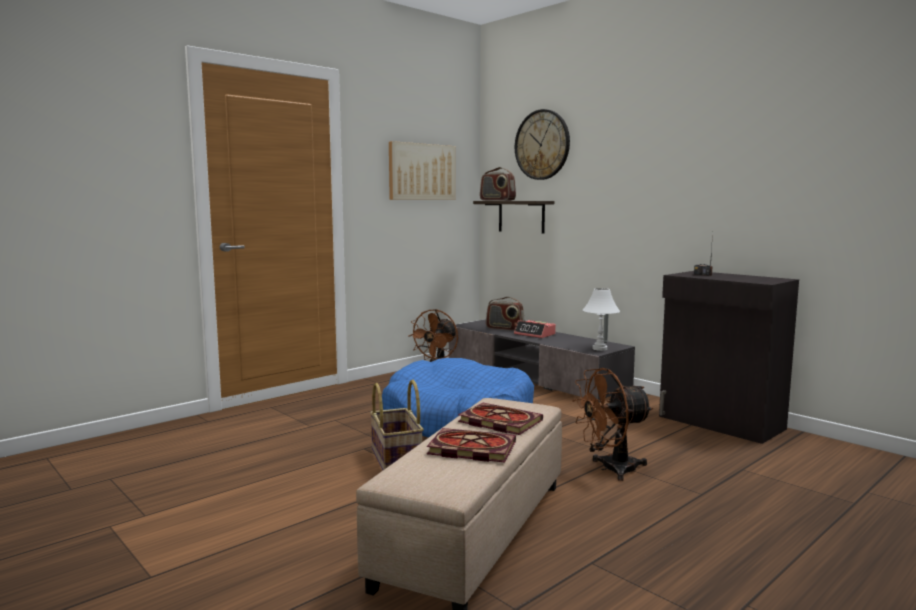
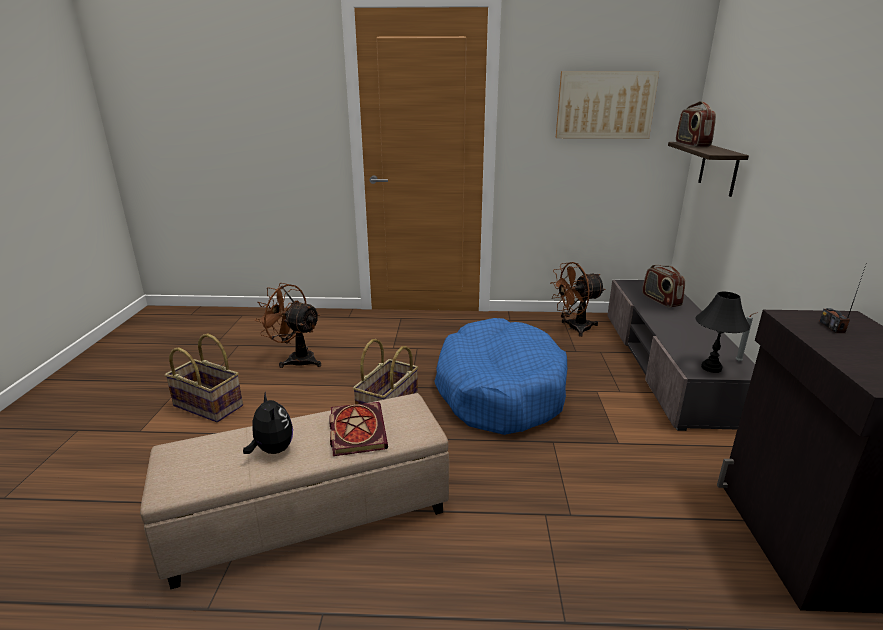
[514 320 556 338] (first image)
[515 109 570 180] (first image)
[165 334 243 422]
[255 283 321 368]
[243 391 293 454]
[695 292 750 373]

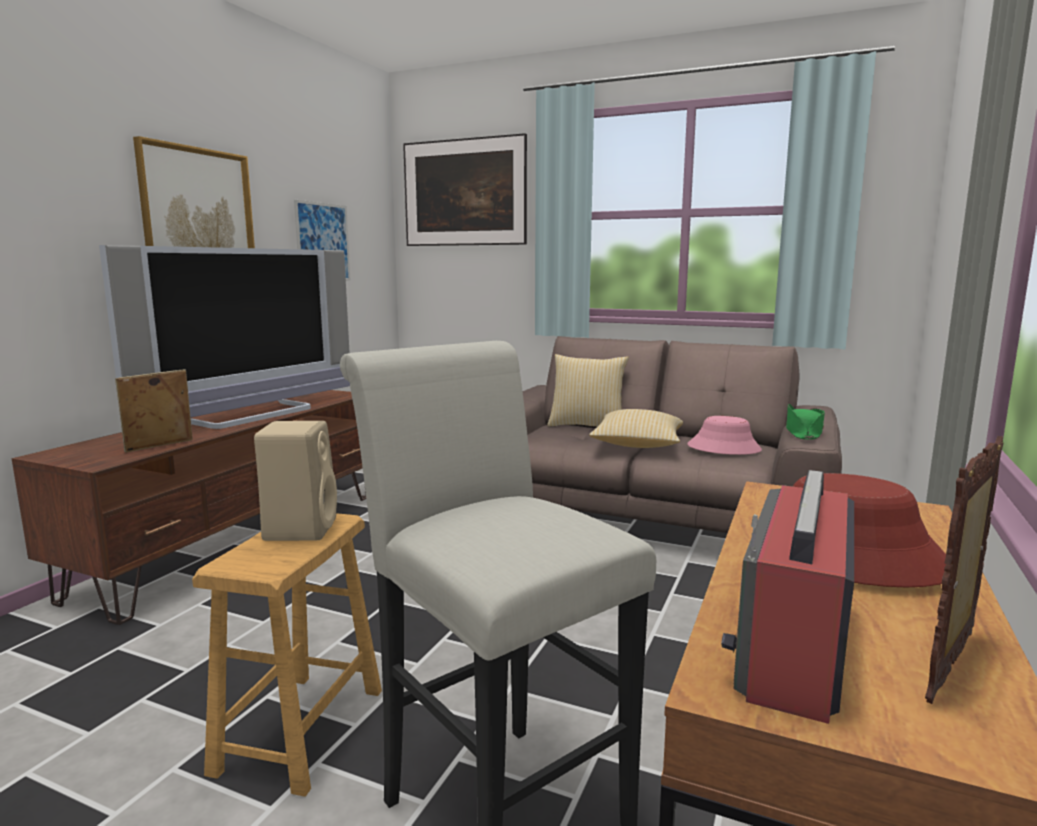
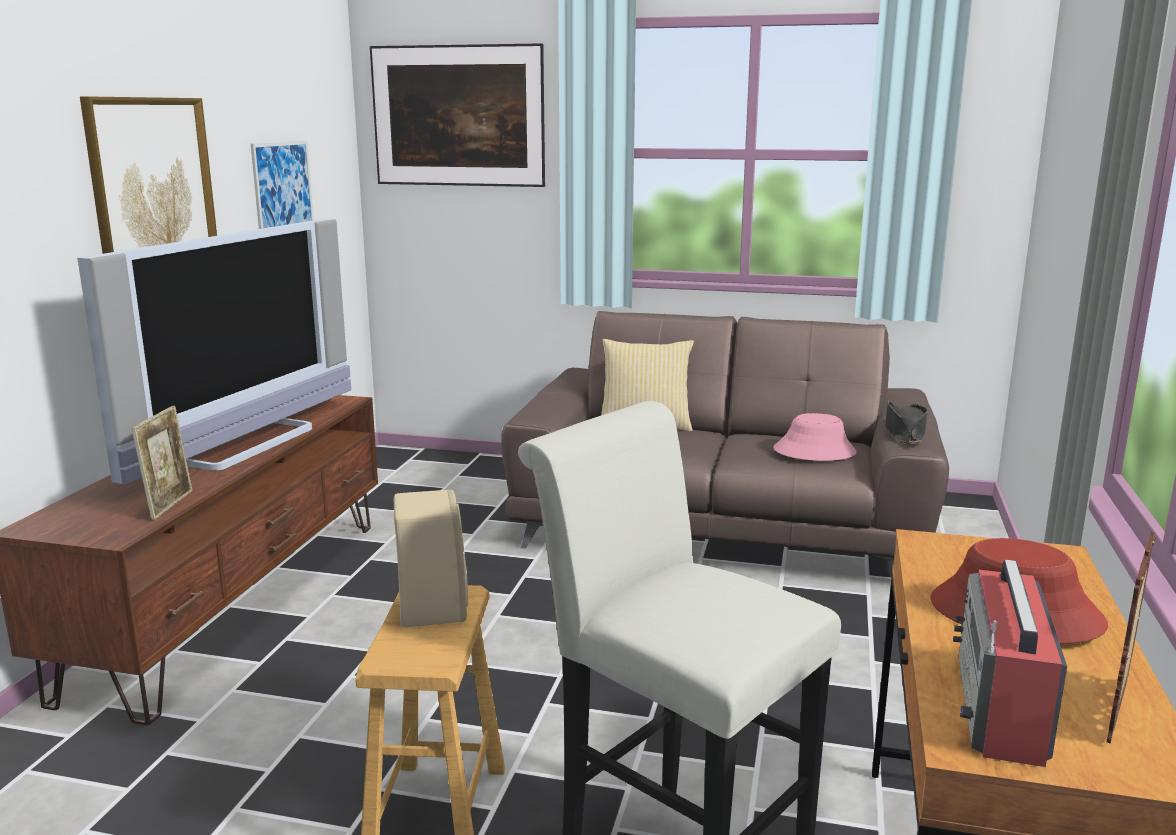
[589 409 683 448] (first image)
[885 401 928 444]
[131 406 193 520]

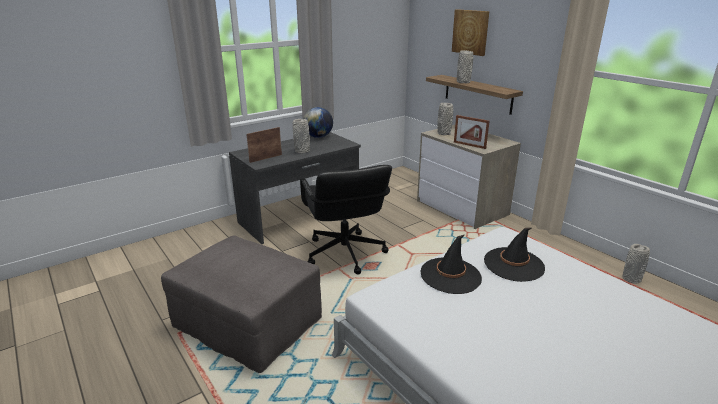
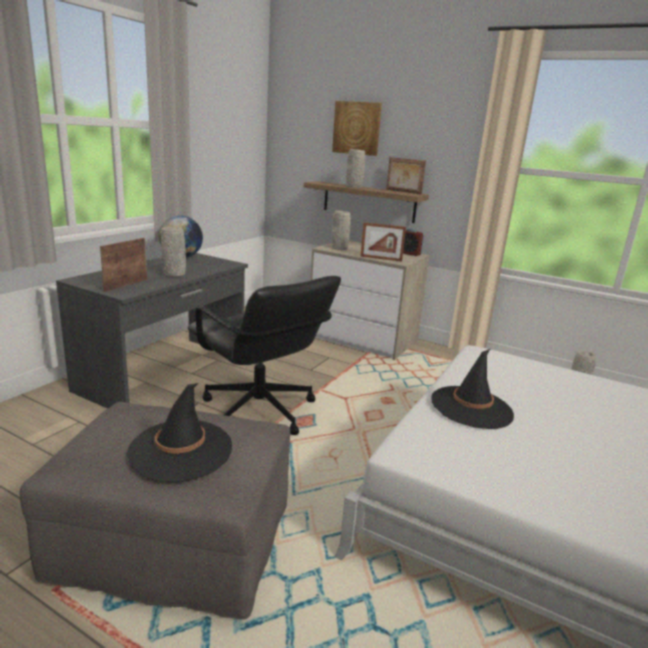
[386 157 426 194]
[403 228 424 256]
[127 383 232 482]

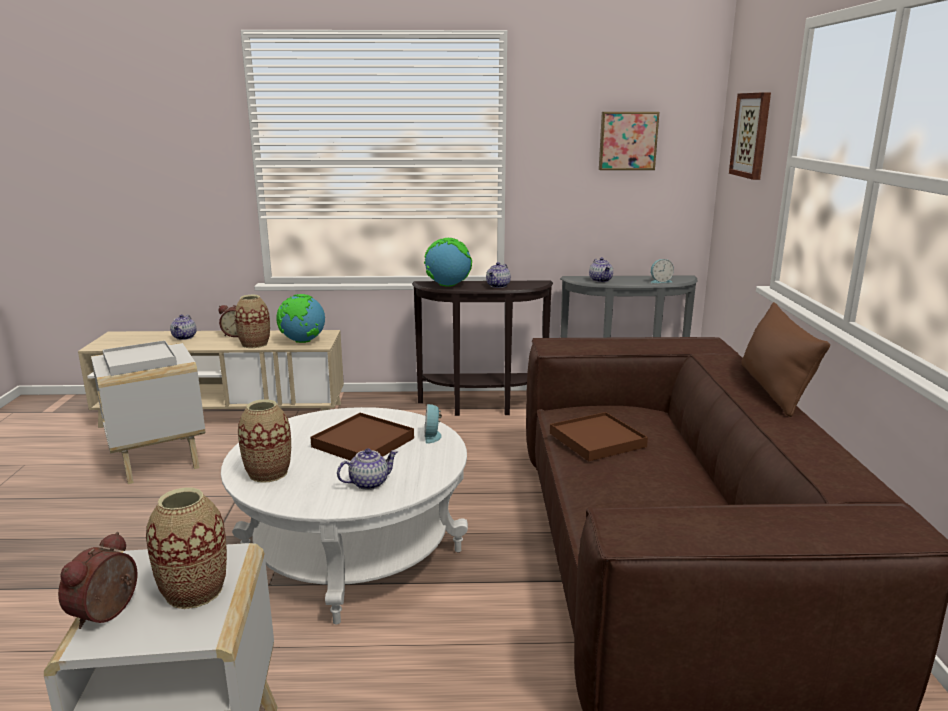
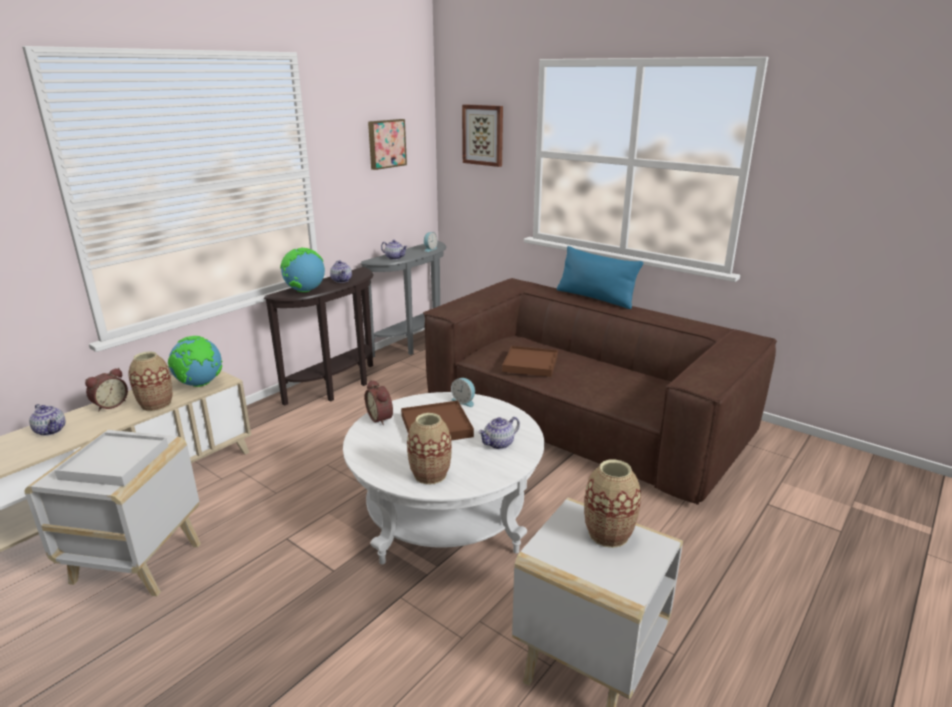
[365 380 393 425]
[557 246 643 309]
[478 417 520 449]

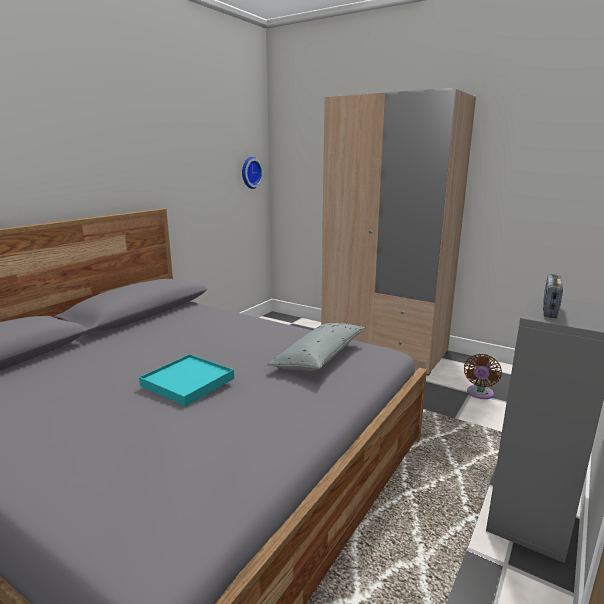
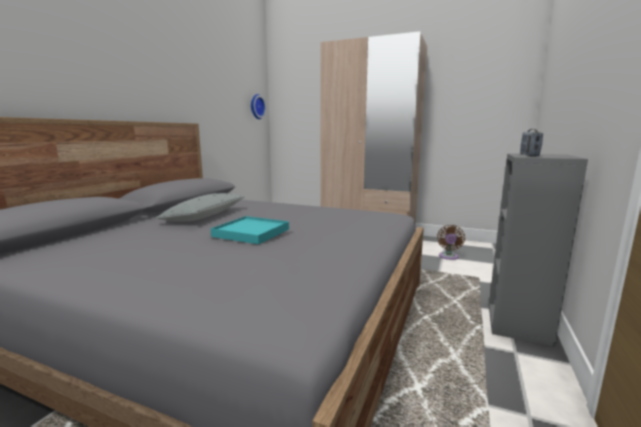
[156 193 245 222]

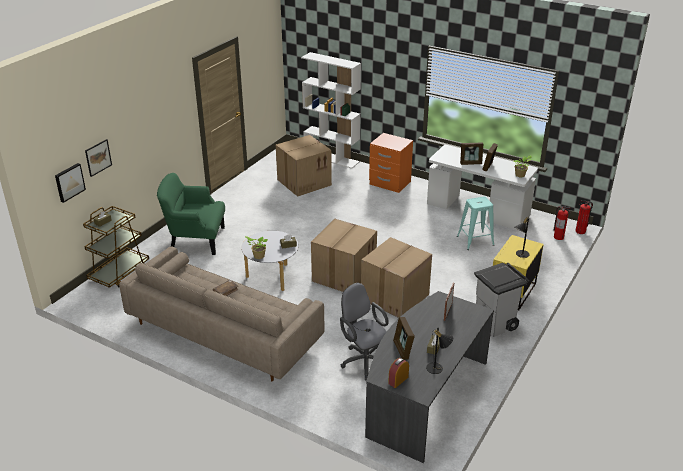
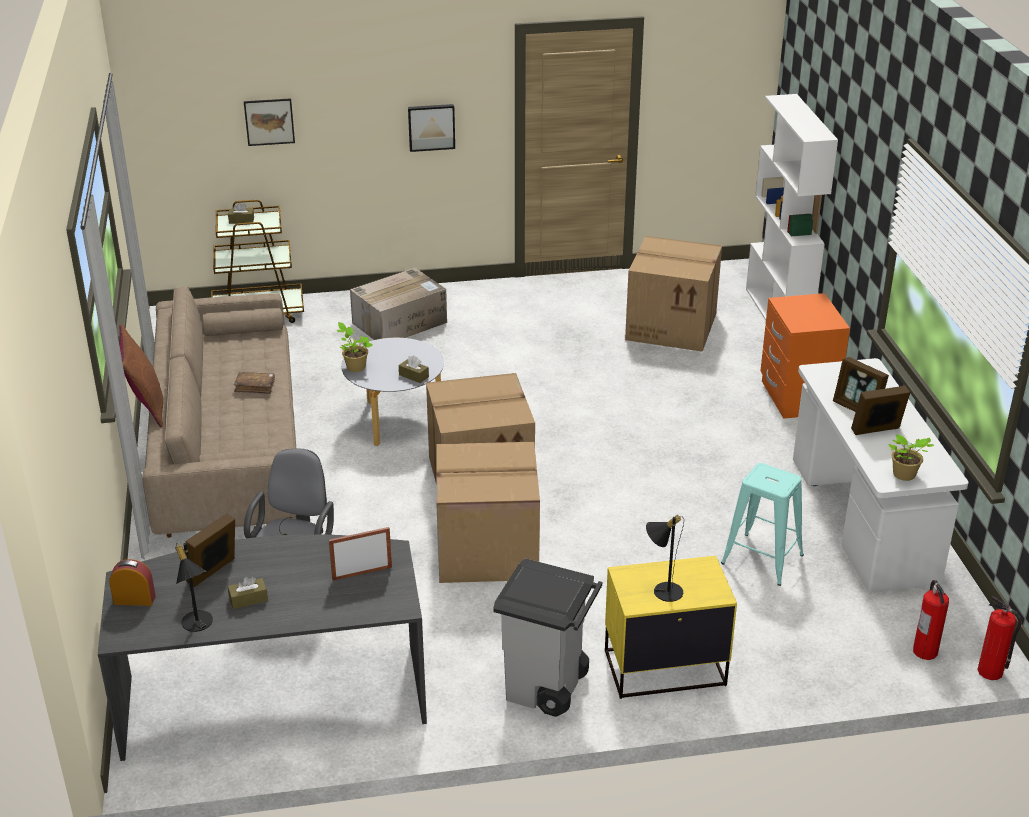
[119 324 164 427]
[408 104 455 152]
[350 268 447 340]

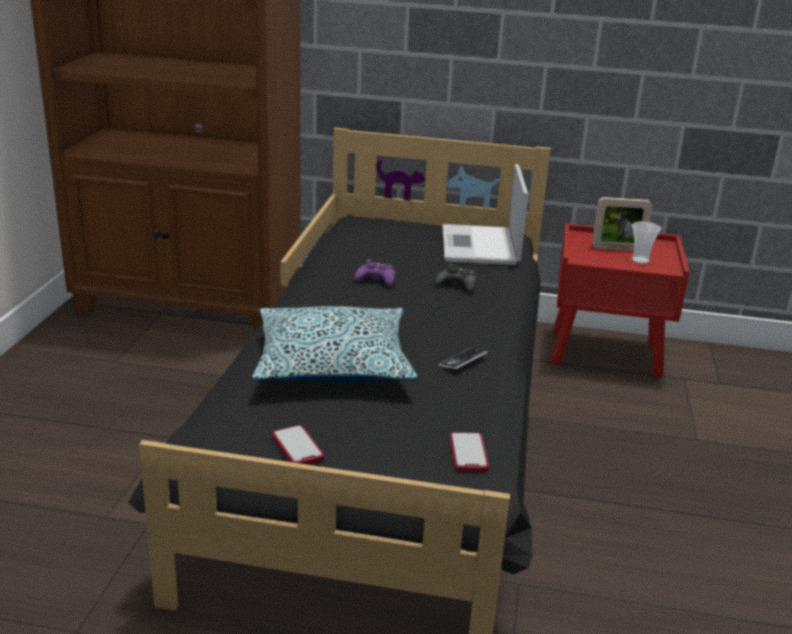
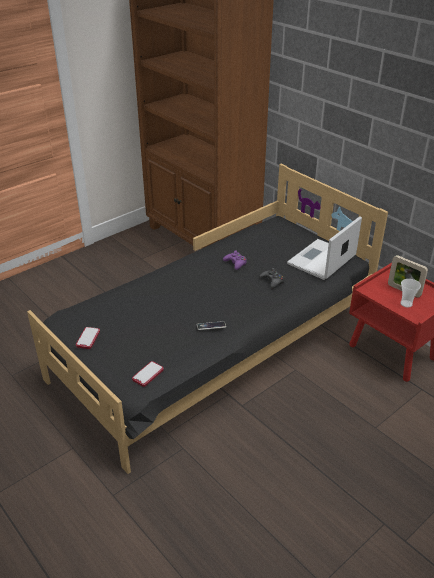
[252 306 418 383] (first image)

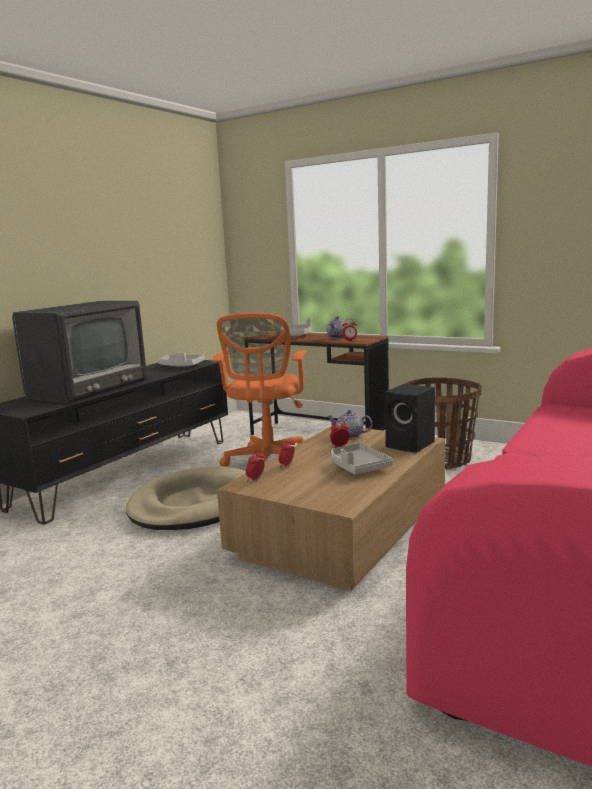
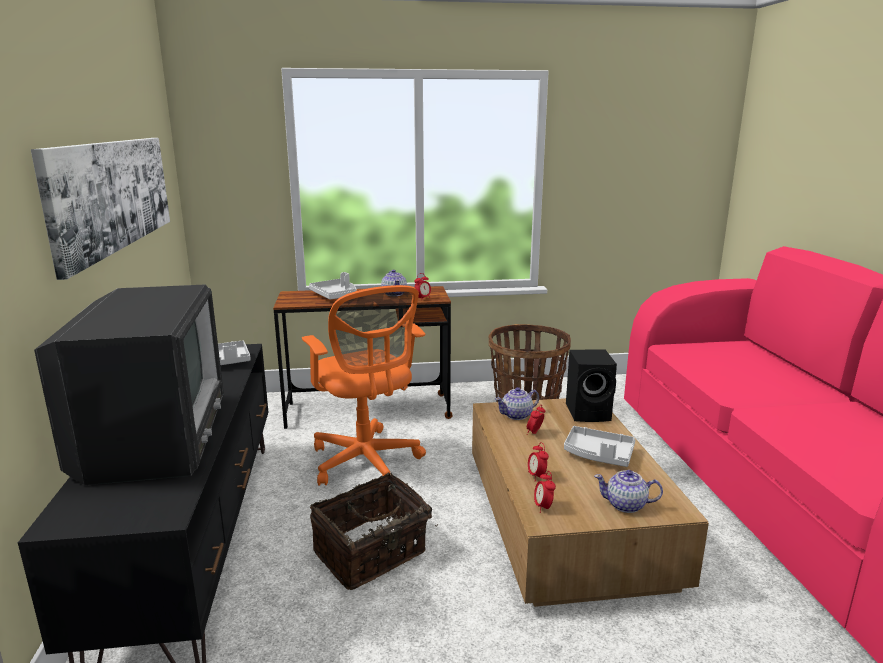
[31 138 170 280]
[594 470 663 513]
[310 473 438 590]

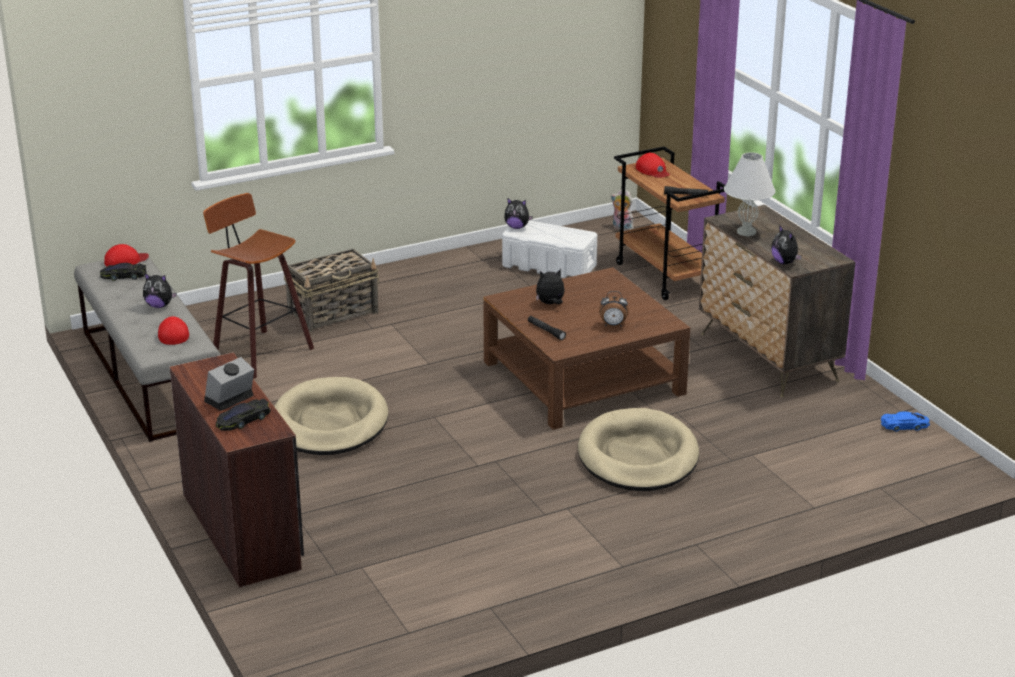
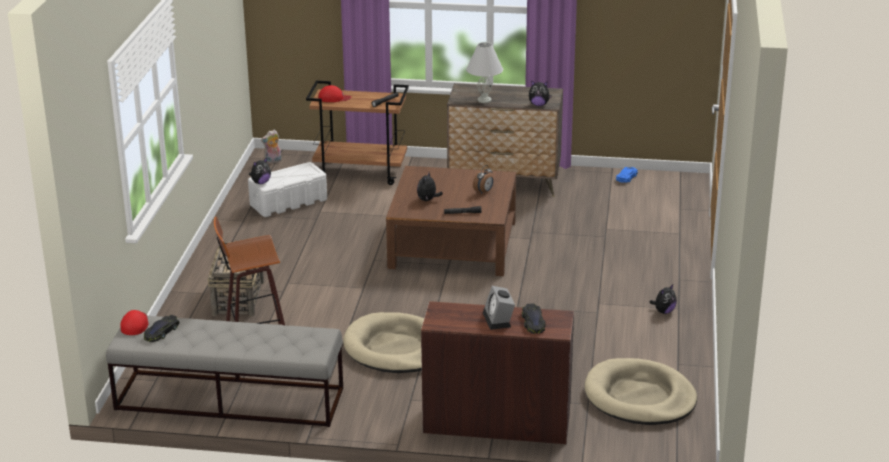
[158 316 189 345] (first image)
[650 285 677 314]
[585 358 697 425]

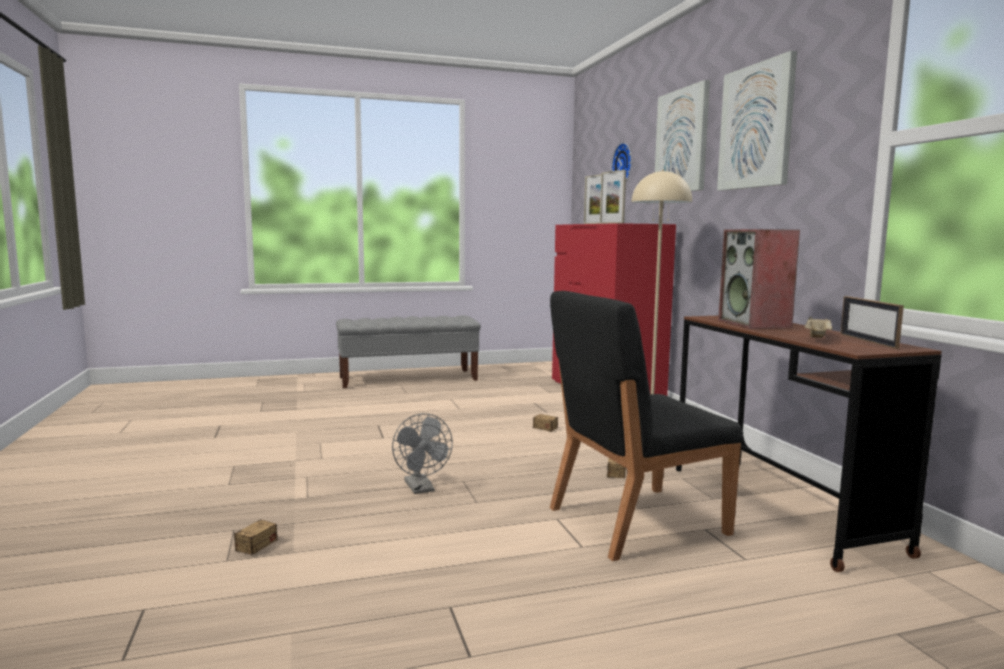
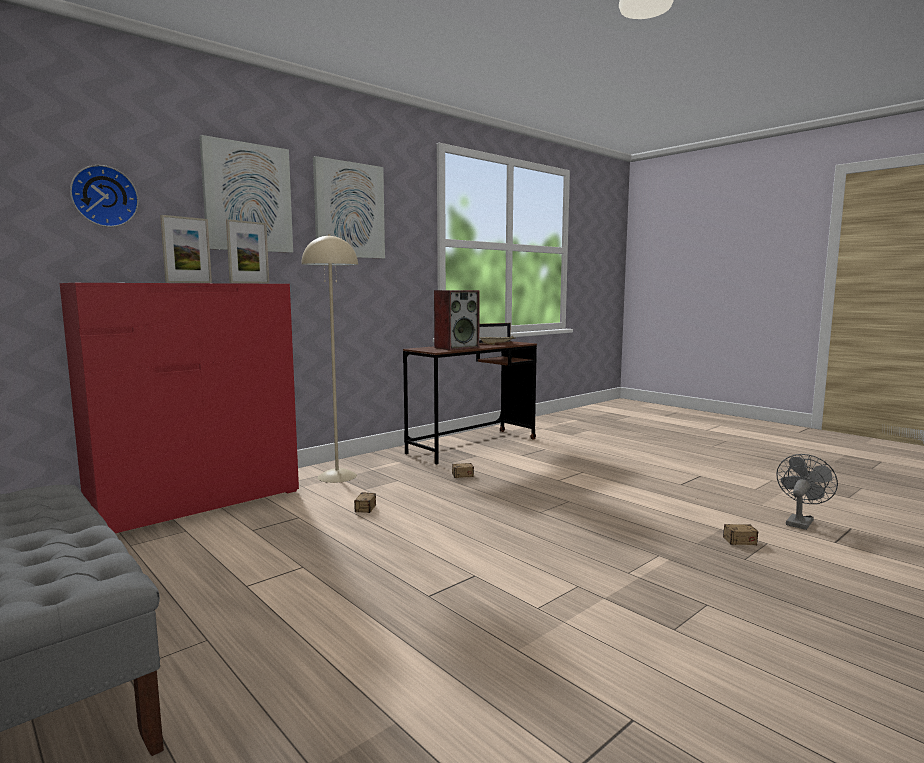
[550 291 743 561] (first image)
[776 454 838 530]

